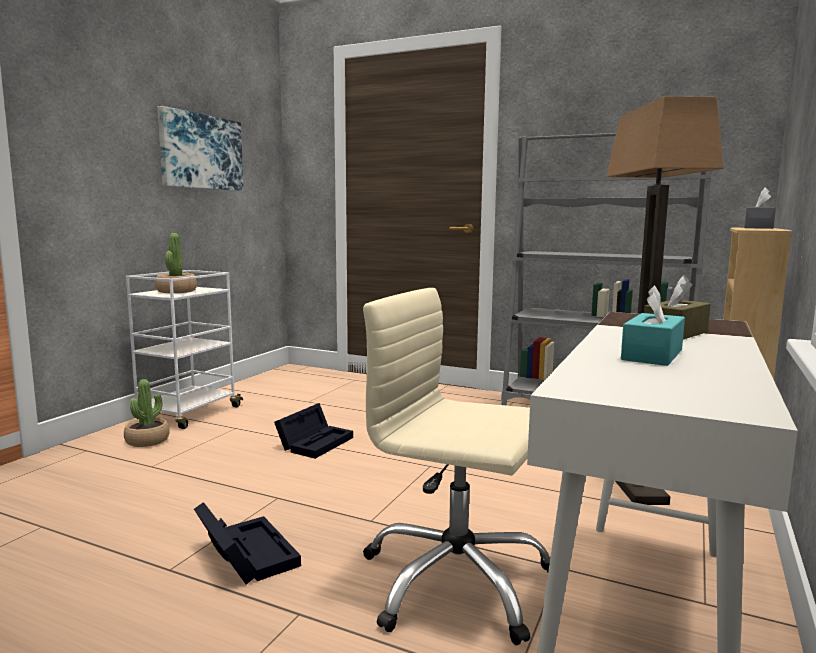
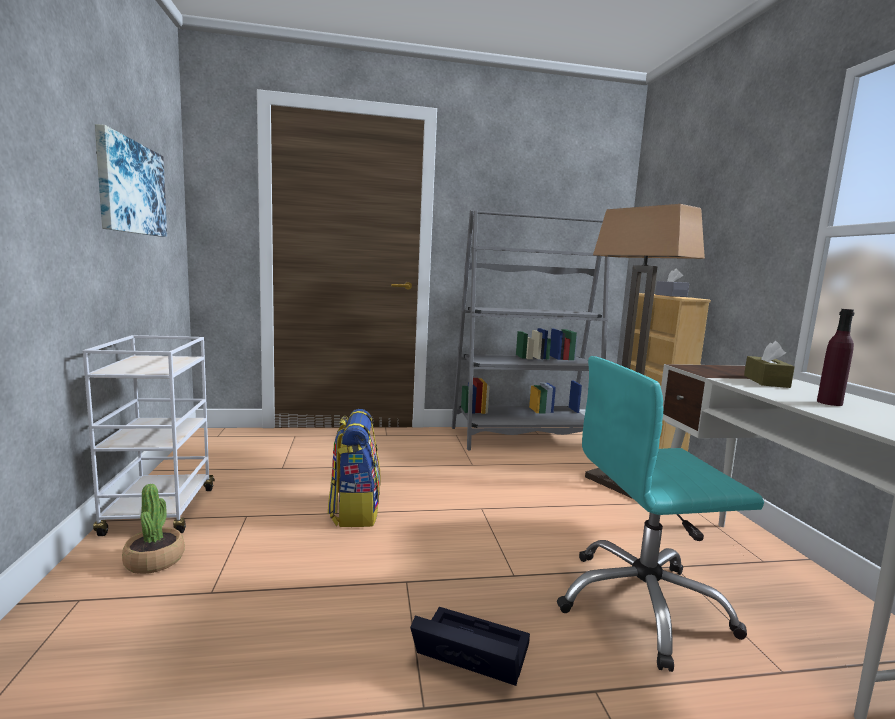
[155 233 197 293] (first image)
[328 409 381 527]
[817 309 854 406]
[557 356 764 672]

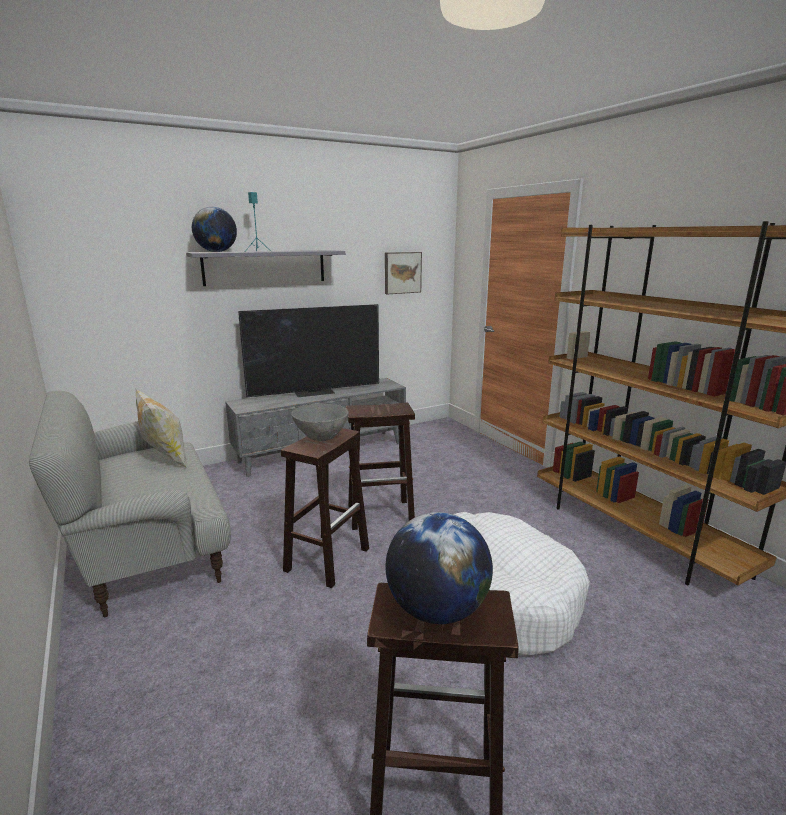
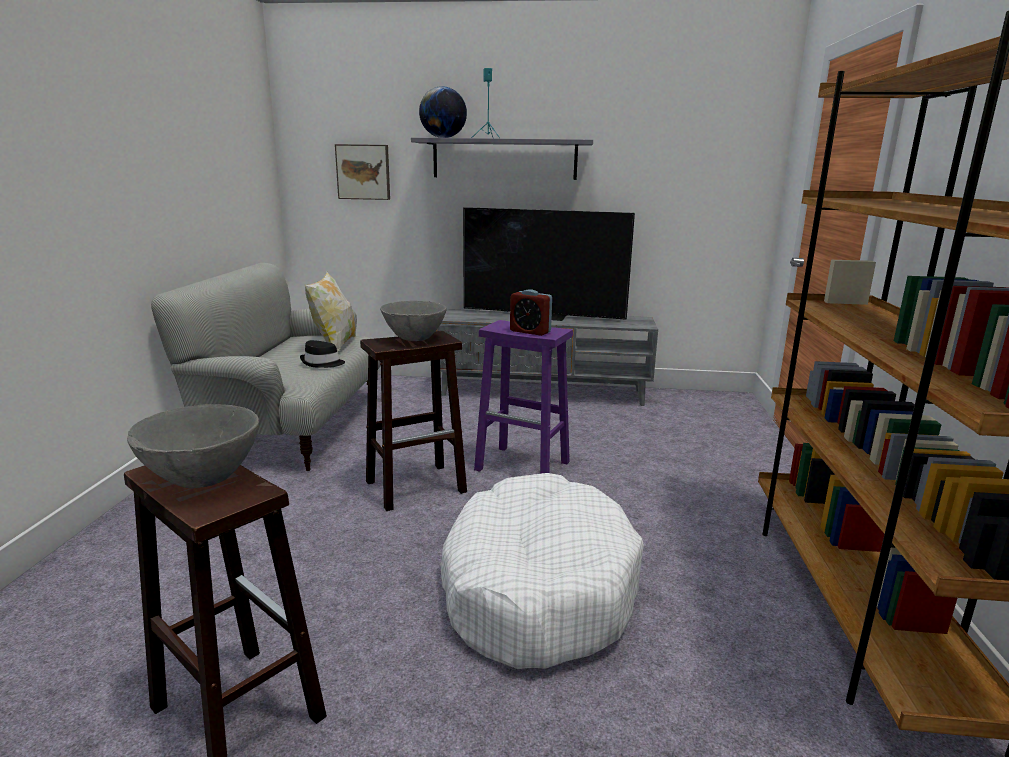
[300 340 345 368]
[510 289 552 336]
[335 144 390 200]
[127 404 259 488]
[474 320 573 474]

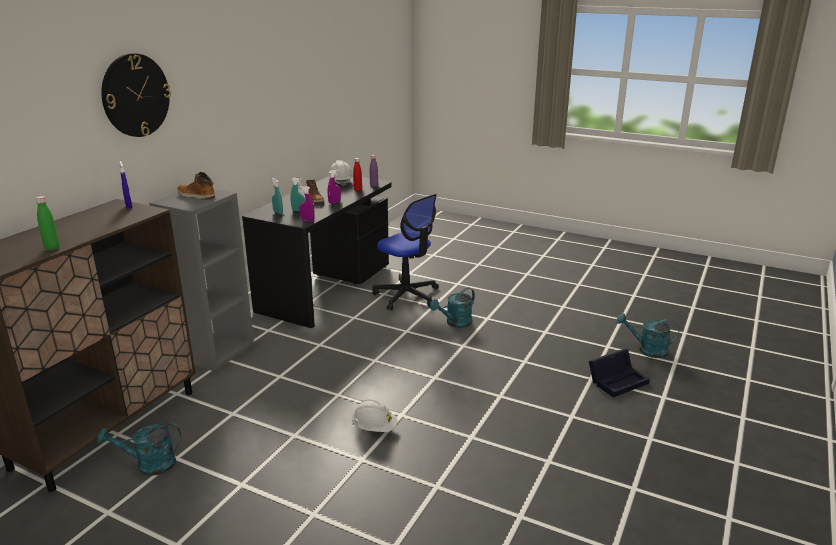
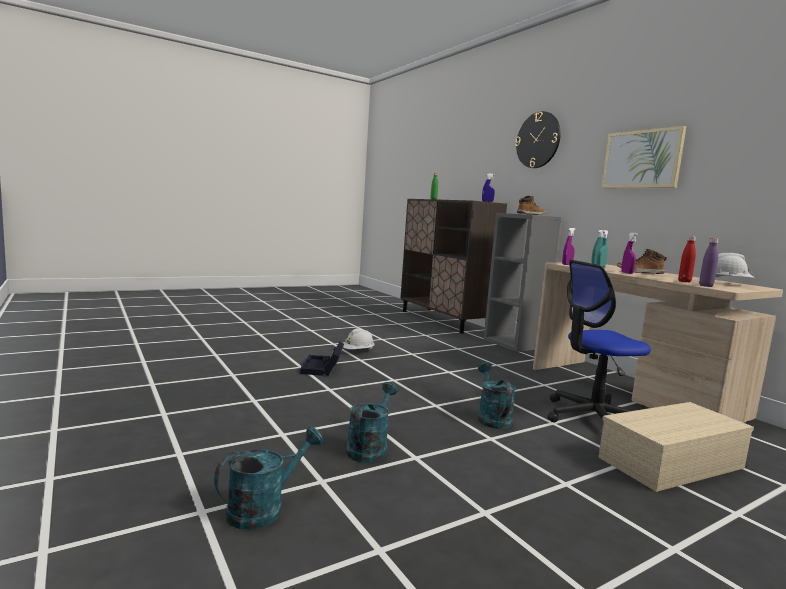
[598 402 754 492]
[601 126 686 188]
[346 382 398 463]
[300 342 344 376]
[533 263 783 422]

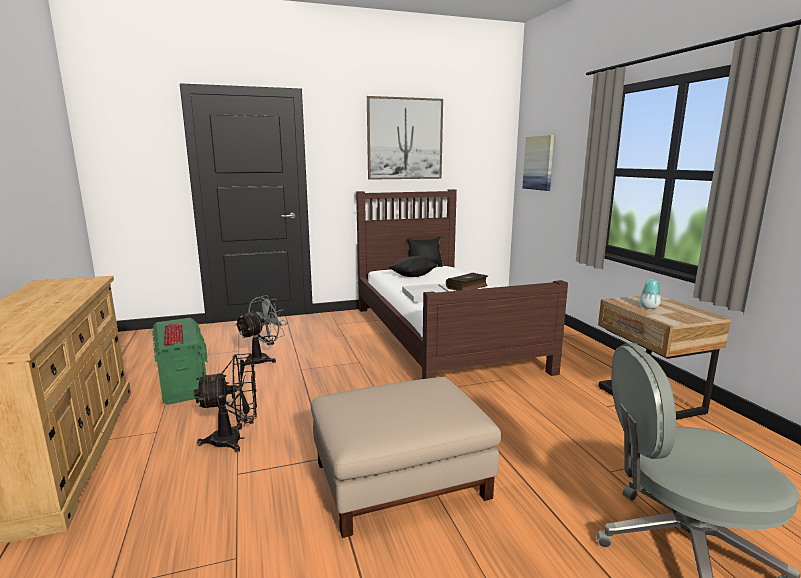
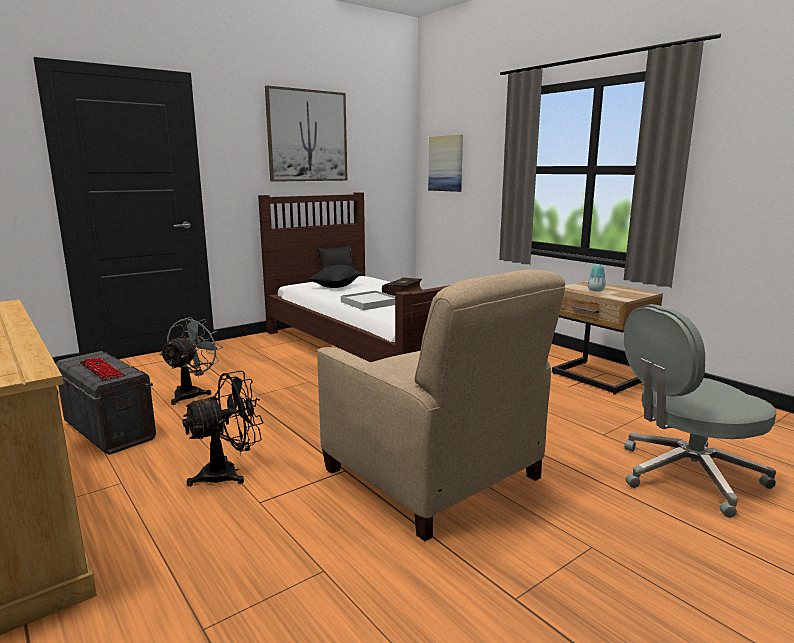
[317 270 565 541]
[56 351 156 455]

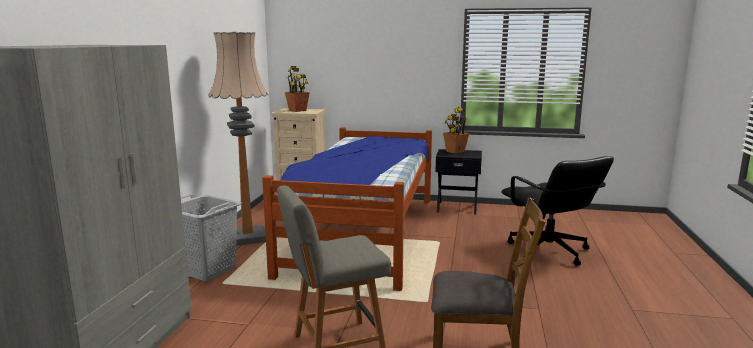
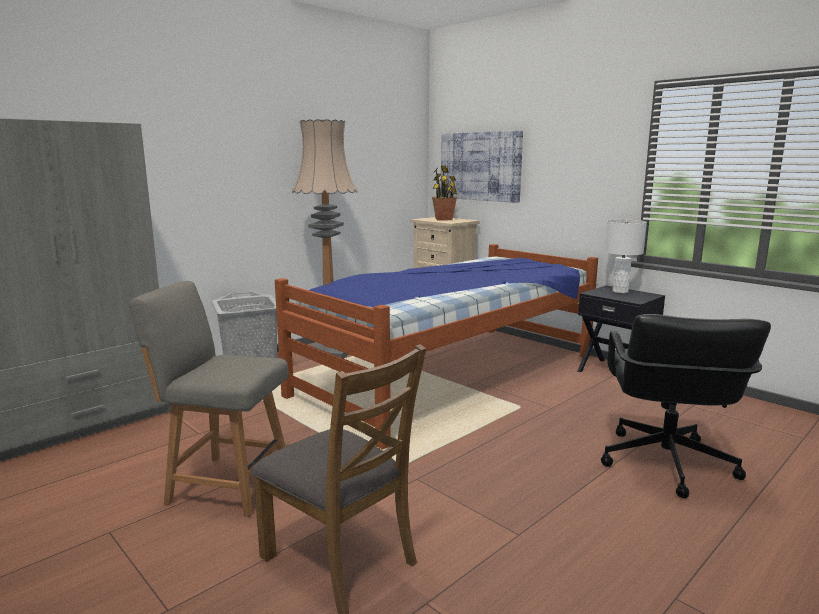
[441 131 523 203]
[605 219 647 293]

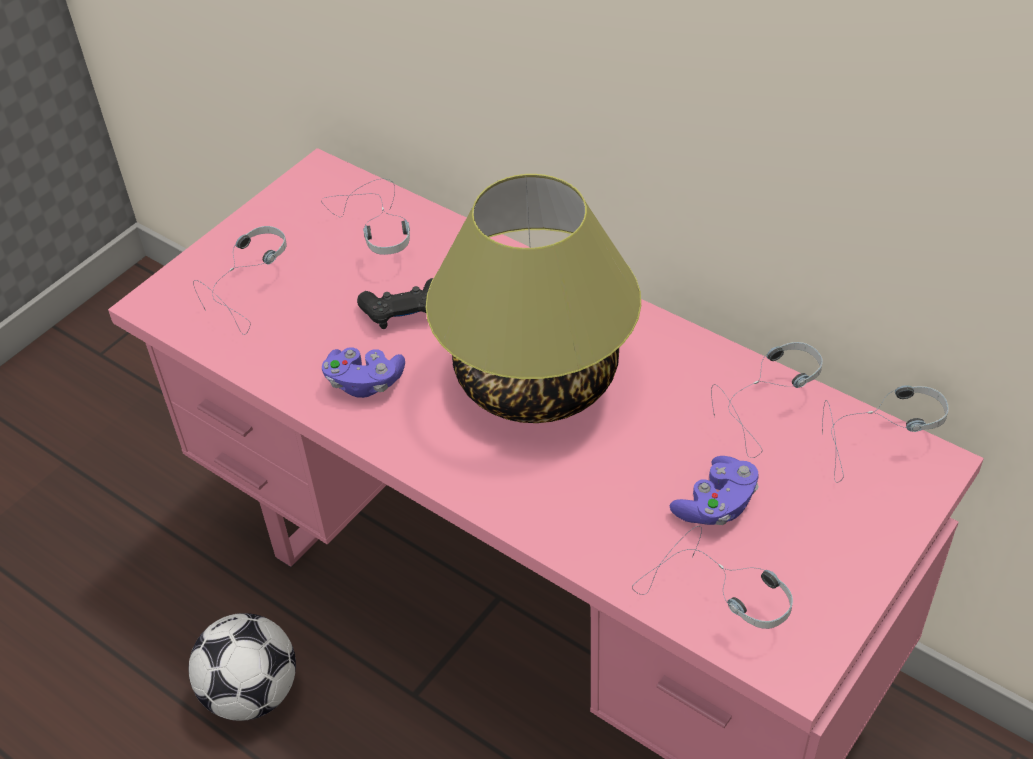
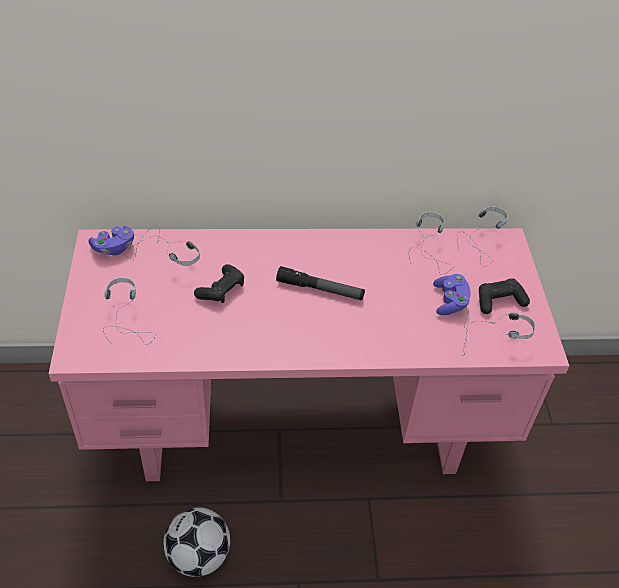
[479 278 530 314]
[89 226 134 255]
[276 266 365 300]

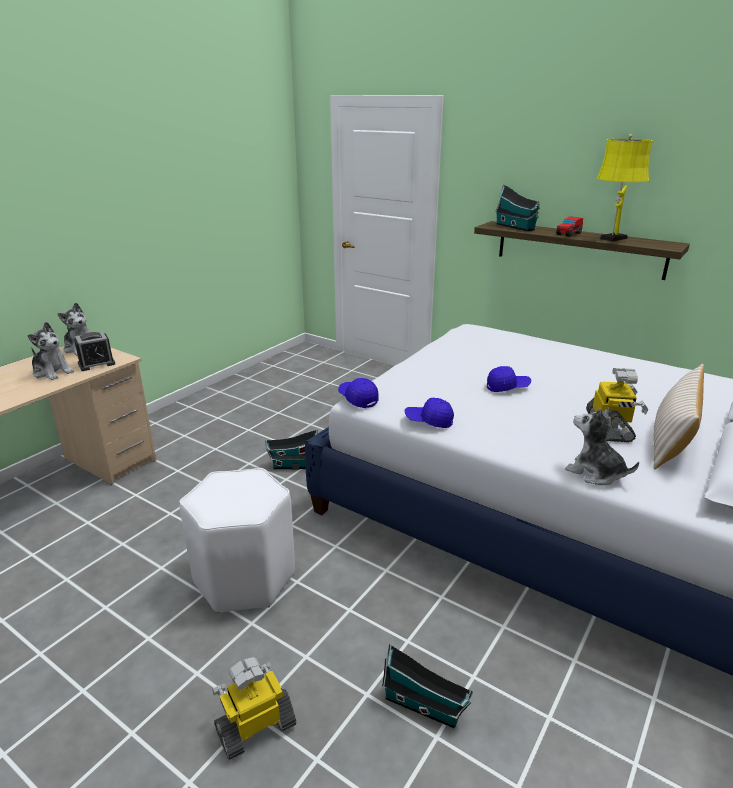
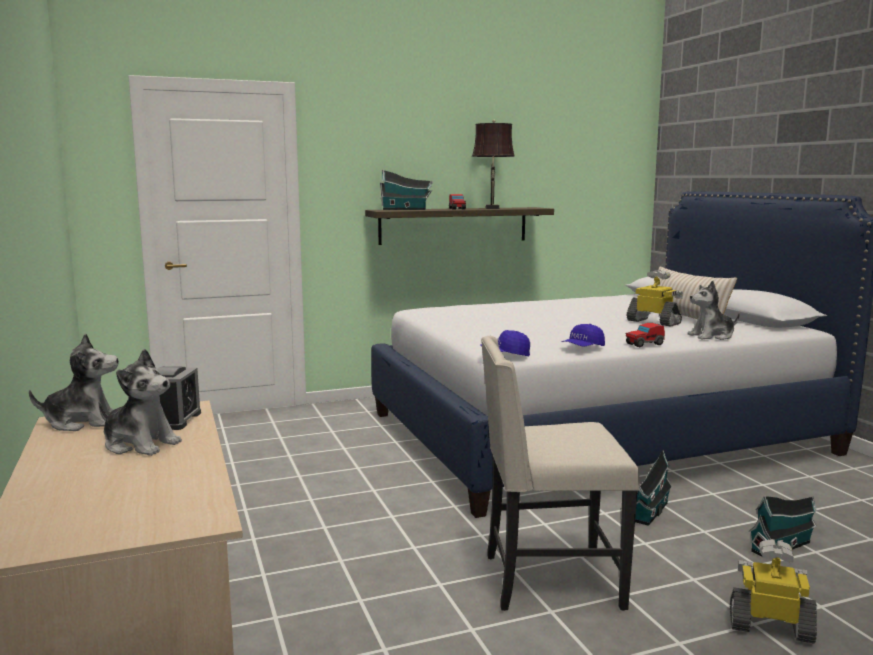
[487 366 531 392] (first image)
[625 323 665 347]
[635 450 672 526]
[481 336 640 611]
[472 120 515 209]
[99 349 182 456]
[730 539 817 643]

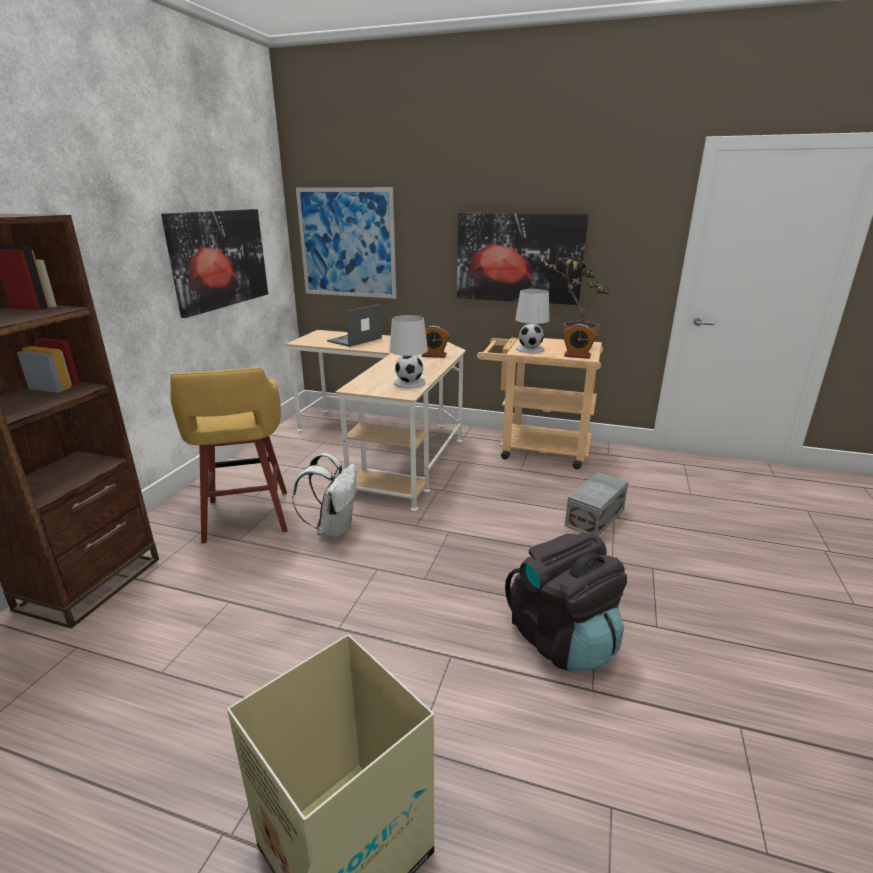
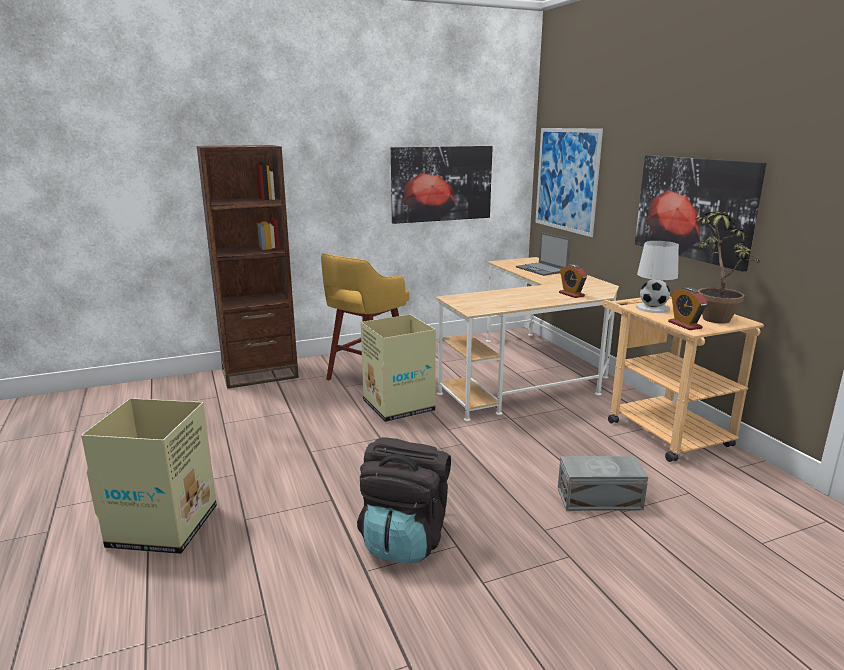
[389 315 428 389] (first image)
[361 314 436 422]
[516 232 570 276]

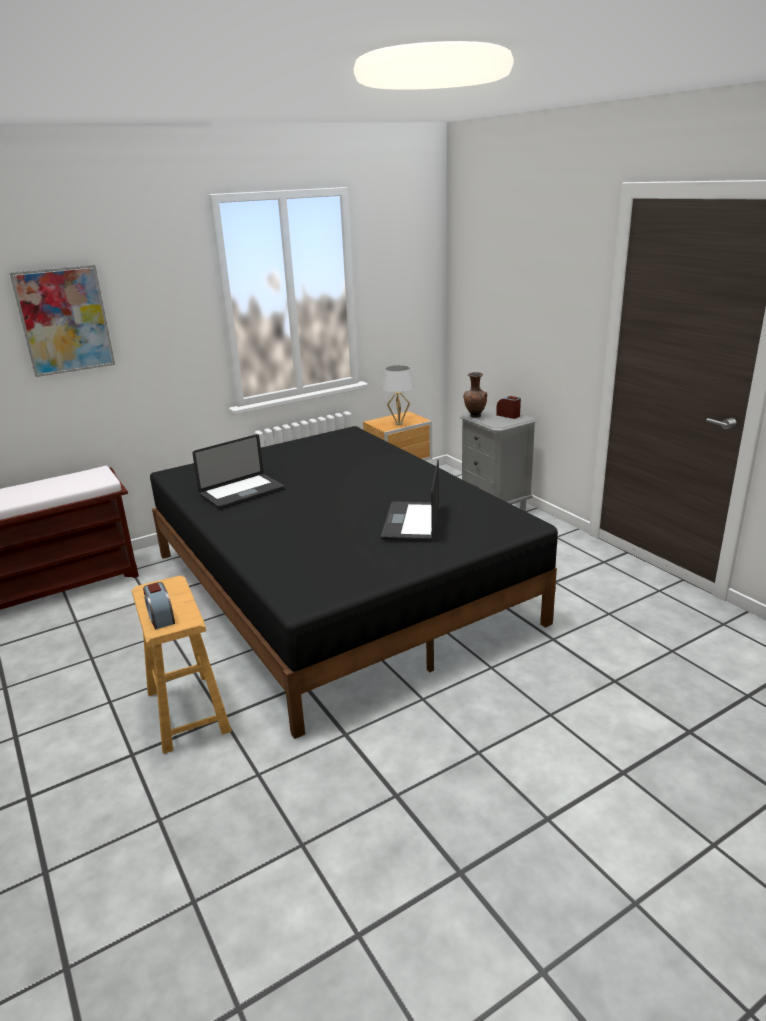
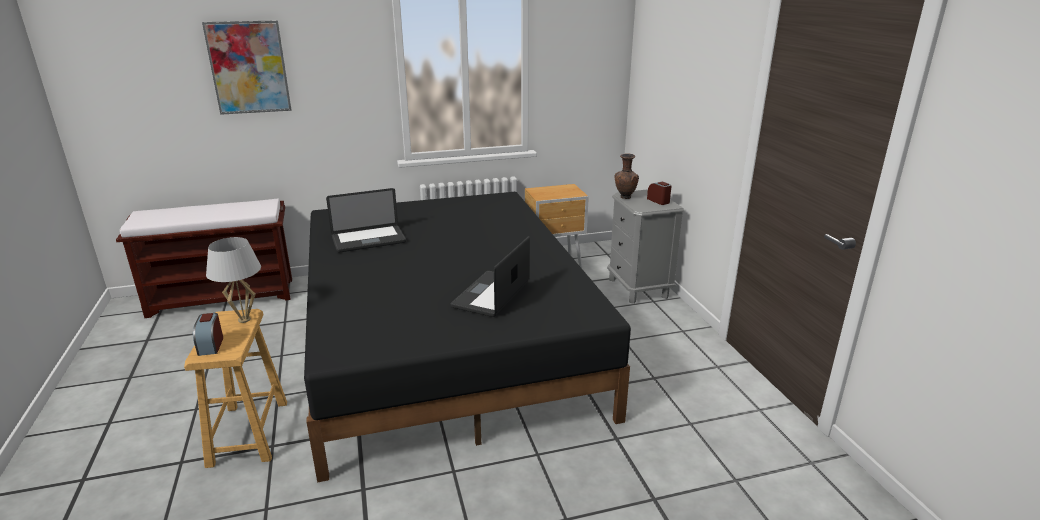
[206 237 261 323]

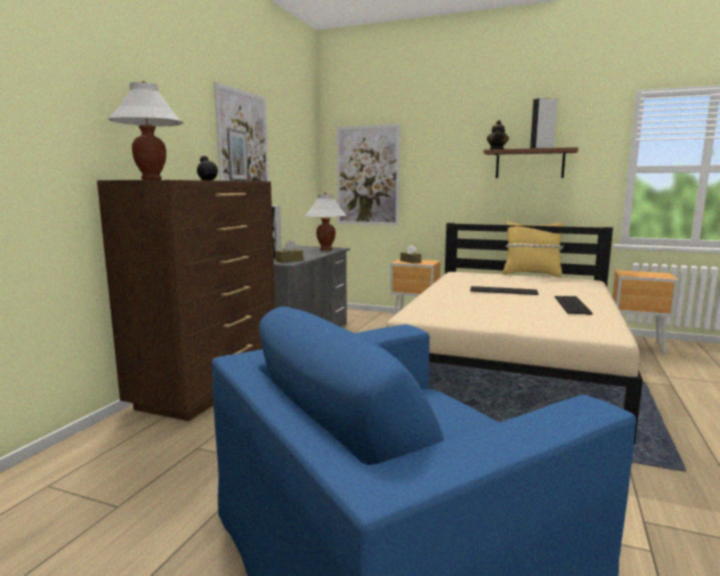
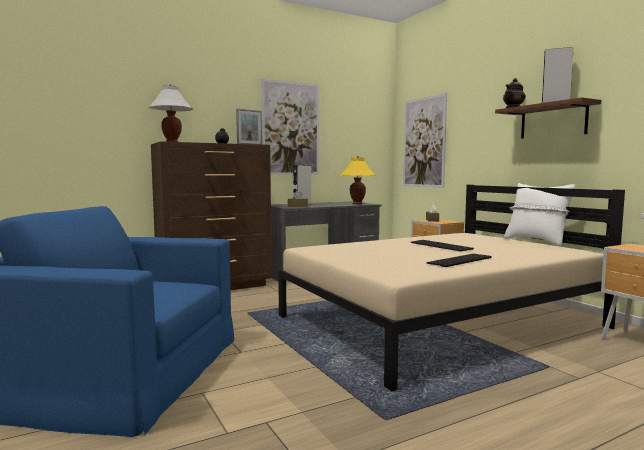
[340 156 375 205]
[503 183 575 246]

